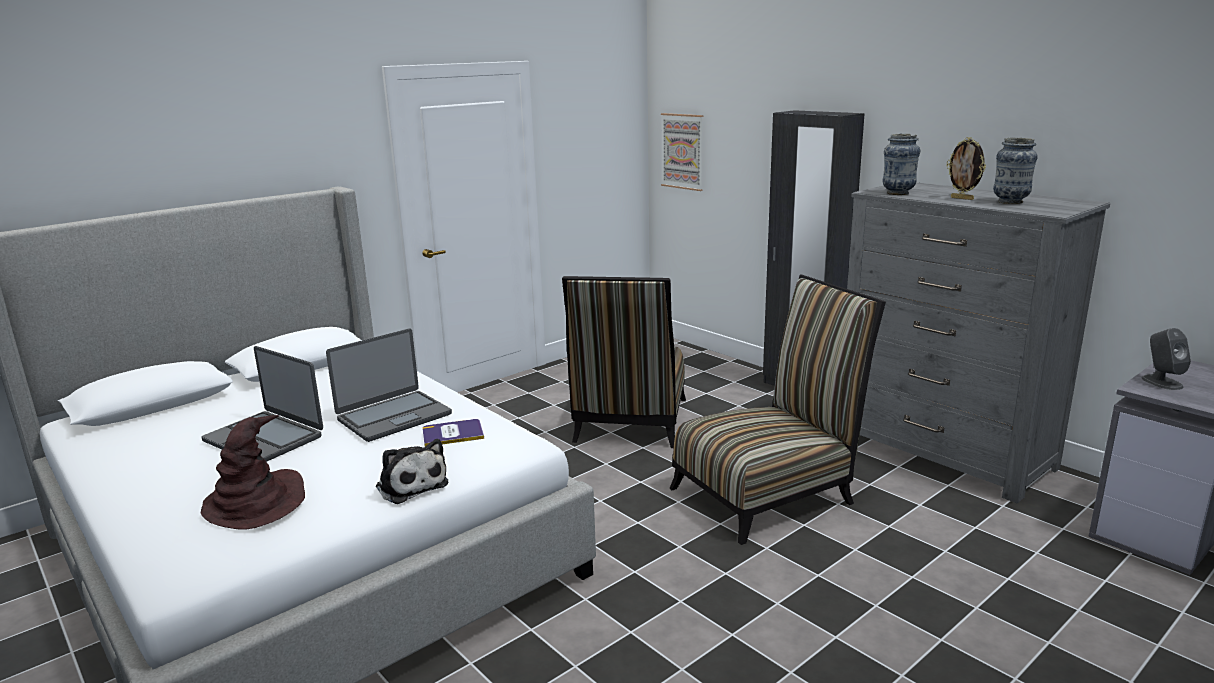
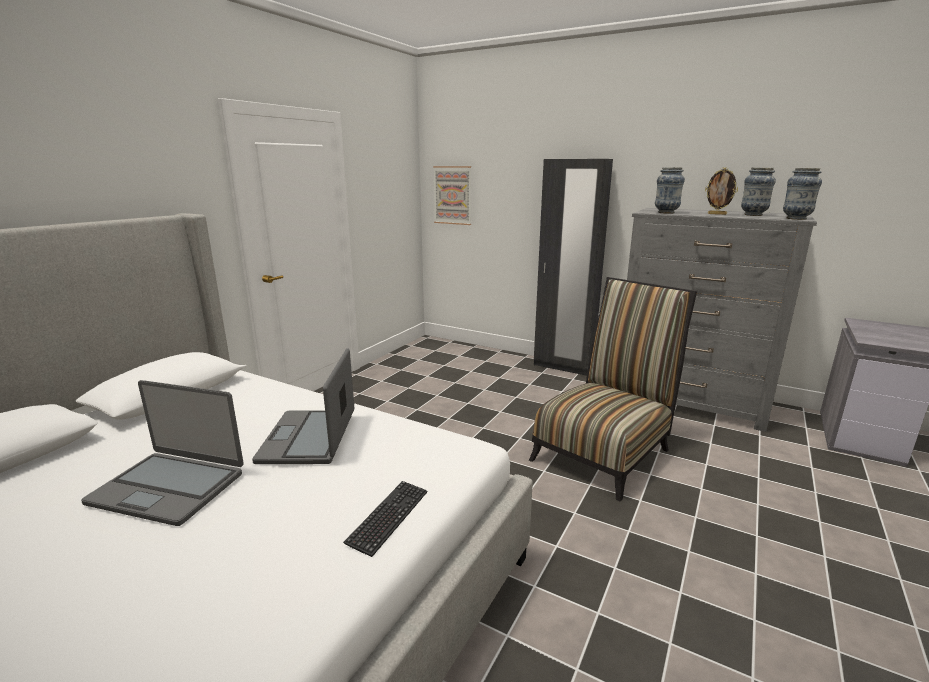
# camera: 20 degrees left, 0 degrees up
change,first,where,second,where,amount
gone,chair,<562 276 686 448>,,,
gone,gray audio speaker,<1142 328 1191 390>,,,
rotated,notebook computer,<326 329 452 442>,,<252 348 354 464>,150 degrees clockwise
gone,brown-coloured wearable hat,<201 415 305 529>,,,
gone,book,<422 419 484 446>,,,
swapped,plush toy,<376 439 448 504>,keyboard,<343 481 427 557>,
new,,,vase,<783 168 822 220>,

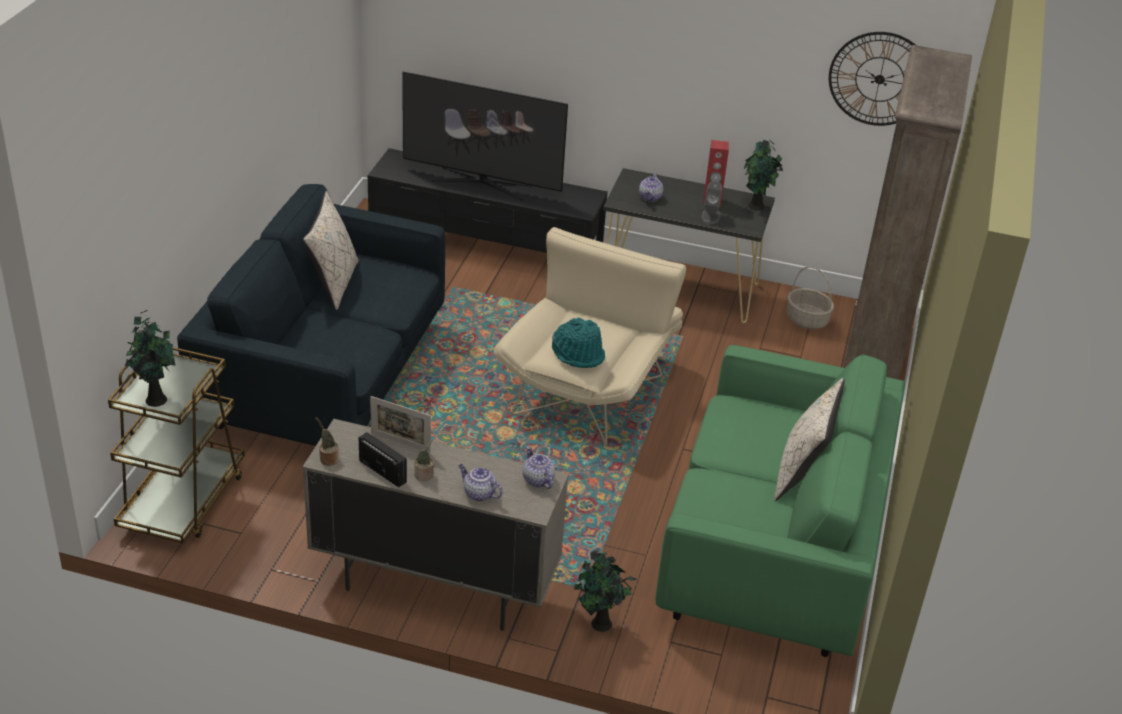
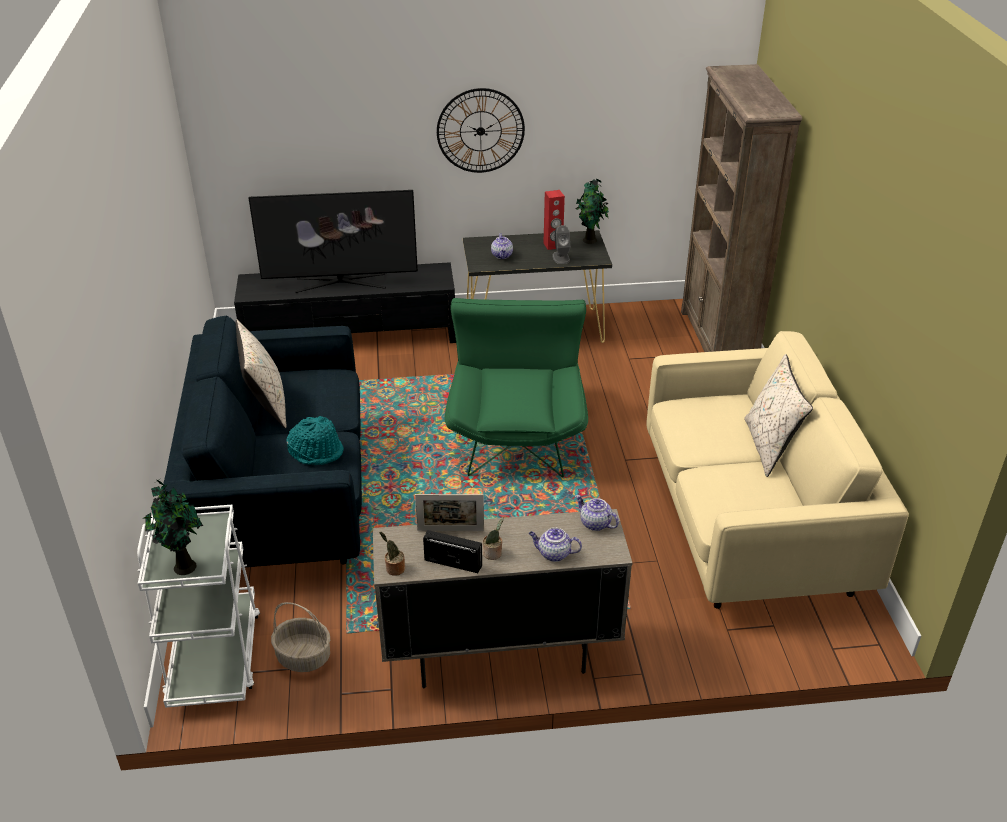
# camera: 20 degrees left, 0 degrees up
change,first,where,second,where,amount
shifted,hanging clock,<829 32 915 126>,,<437 88 525 173>,
repainted,sand-coloured easy chair,<494 227 686 446>,greenish easy chair,<444 298 588 478>,
shifted,storage basket,<787 267 834 330>,,<271 602 330 672>,
shifted,turquoise wearable hat,<552 317 605 368>,,<287 416 344 465>,
repainted,greenish settee,<656 345 905 657>,sand-coloured settee,<647 331 909 609>,
repainted,brown-coloured cart,<108 347 245 543>,white-coloured cart,<137 505 260 708>,
gone,houseplant,<574 550 637 632>,,,

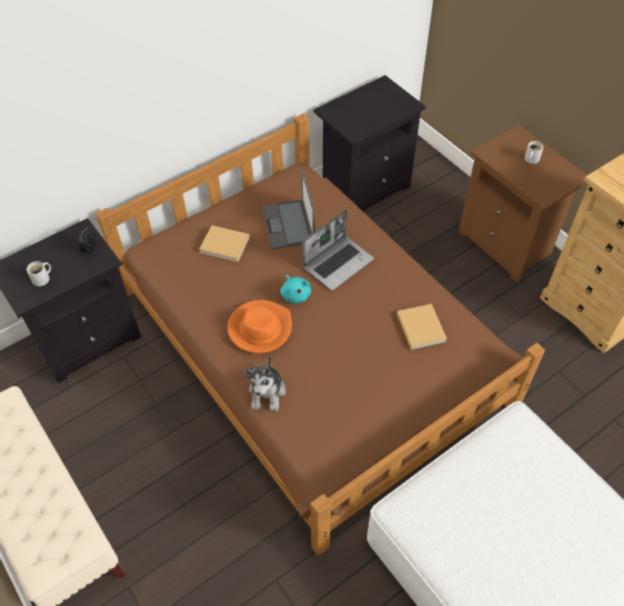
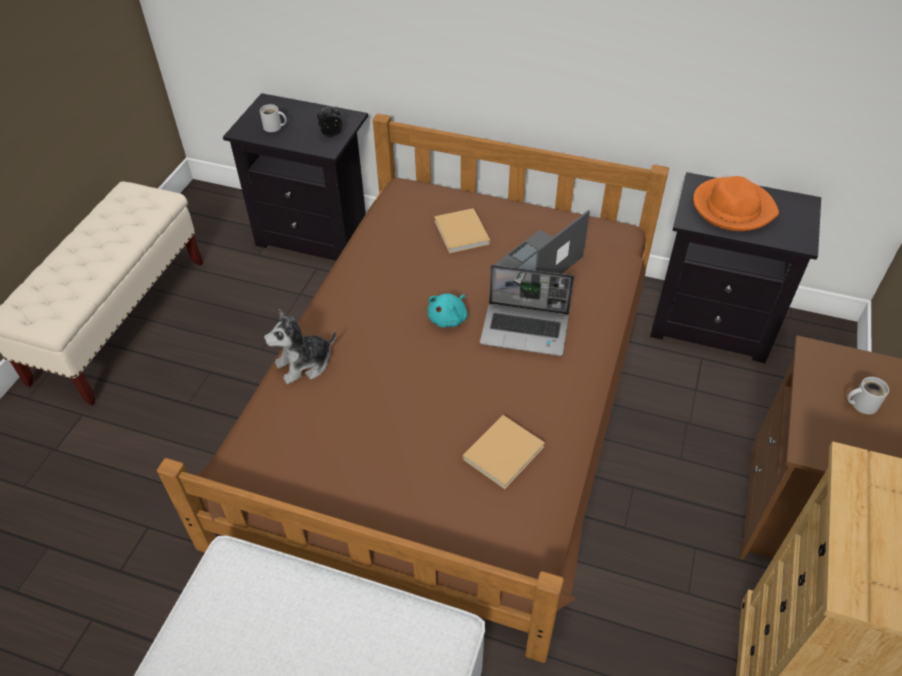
# camera: 55 degrees right, 5 degrees down
change,first,where,second,where,amount
shifted,orangey wearable hat,<227 300 292 353>,,<693 176 779 231>,

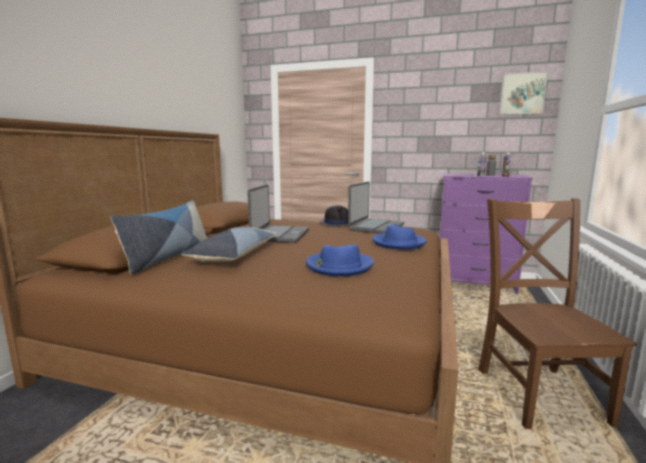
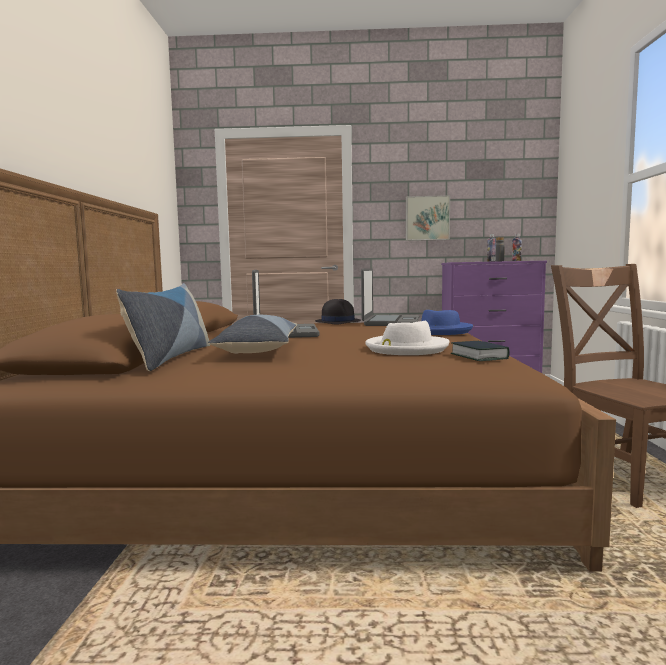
# camera: 15 degrees left, 5 degrees down
change,first,where,second,where,amount
shifted,picture,<499 71 548 115>,,<406 195 450 241>,
repainted,blue wearable hat,<306 244 374 276>,white-coloured wearable hat,<365 321 450 355>,
new,,,book,<451 341 510 361>,

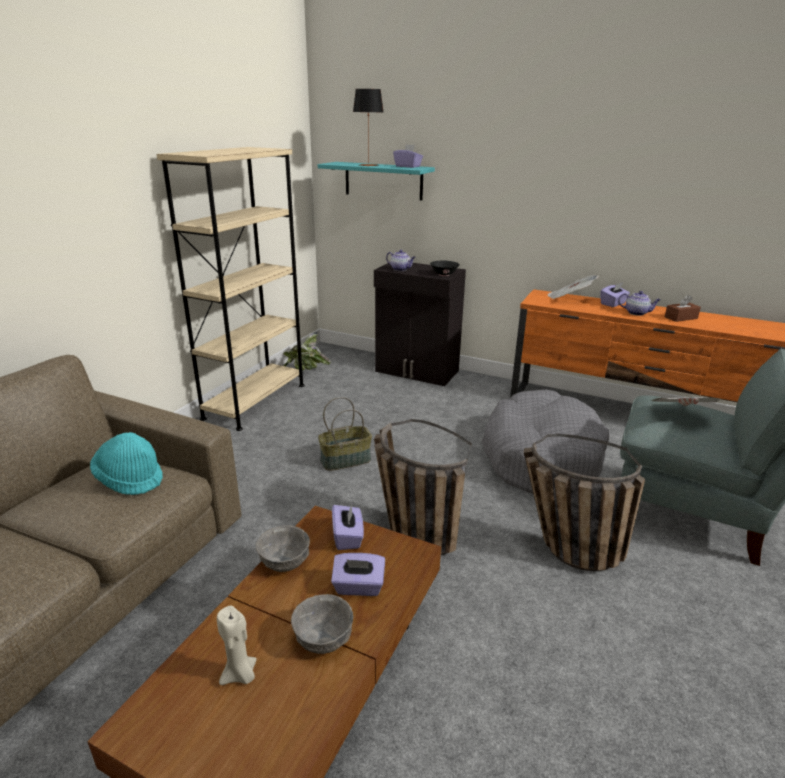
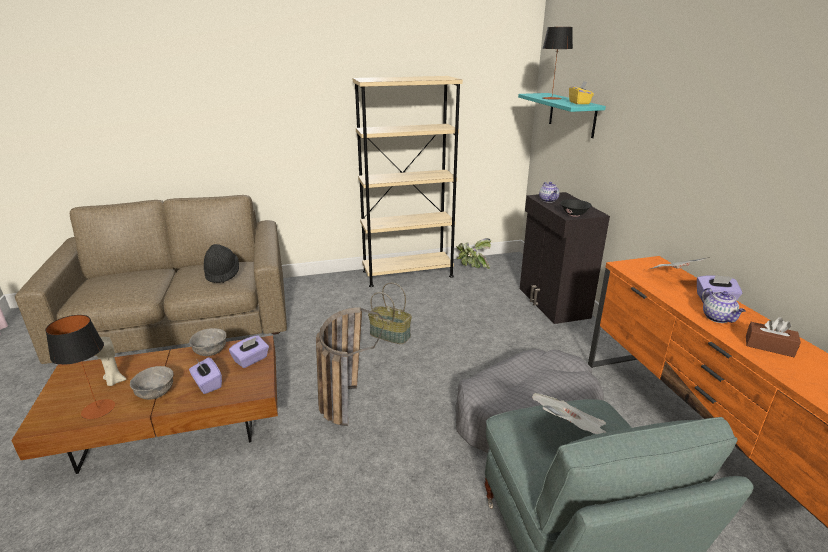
# camera: 50 degrees right, 0 degrees up
change,first,where,second,where,amount
repainted,purplish tissue holder,<393 144 423 168>,yellowish tissue holder,<569 81 594 104>,
repainted,turquoise wearable hat,<90 432 163 495>,blackish wearable hat,<204 244 239 283>,
gone,storage basket,<524 434 645 571>,,,
new,,,table lamp,<45 315 115 419>,

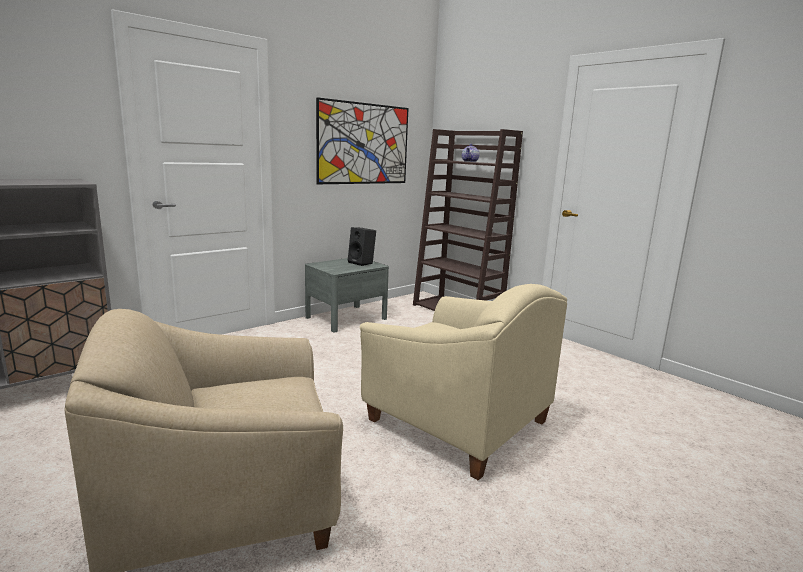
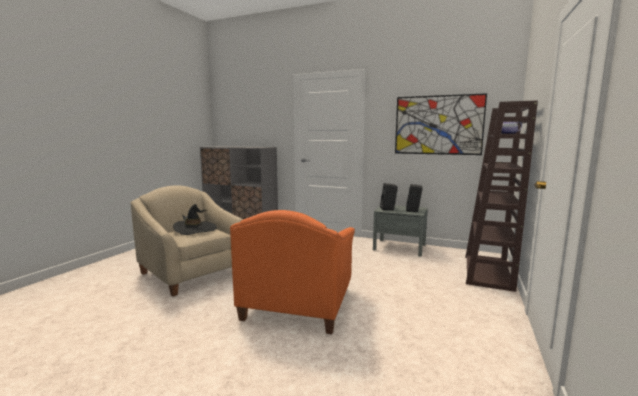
# camera: 65 degrees right, 5 degrees down
change,first,where,second,where,amount
repainted,sand-coloured easy chair,<360 284 567 481>,orangey easy chair,<230 210 355 334>,
new,,,blackish audio speaker,<380 183 398 210>,
new,,,blackish wearable hat,<173 204 217 235>,

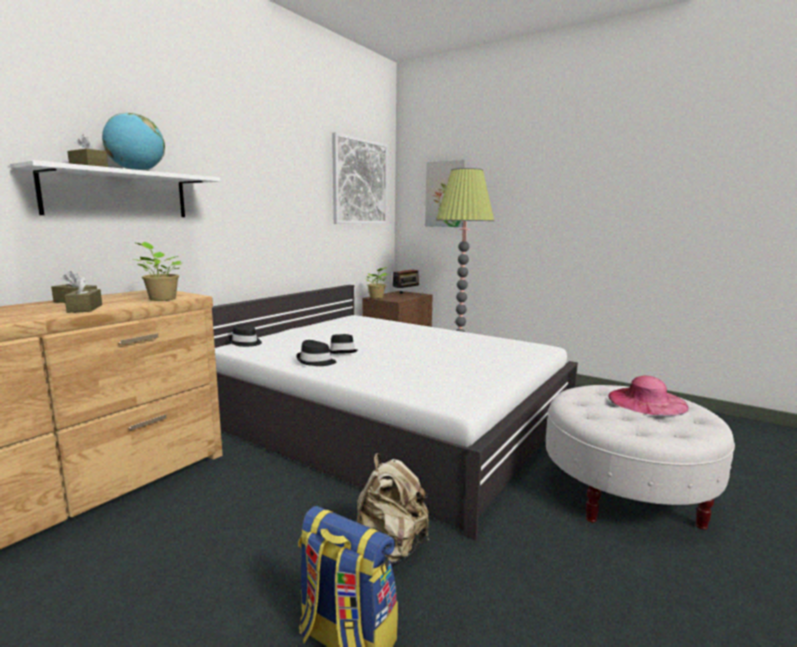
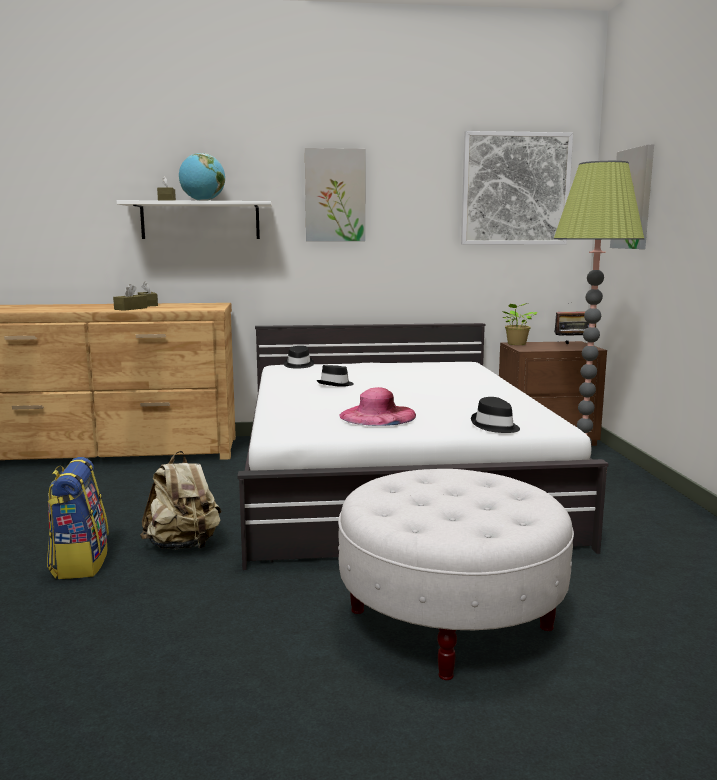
# camera: 50 degrees right, 0 degrees up
change,first,where,second,where,amount
gone,houseplant,<134 242 182 301>,,,
shifted,blackish wearable hat,<296 340 336 366>,,<471 397 520 433>,
shifted,pink wearable hat,<608 376 689 416>,,<339 387 416 426>,
new,,,picture,<305 148 365 241>,

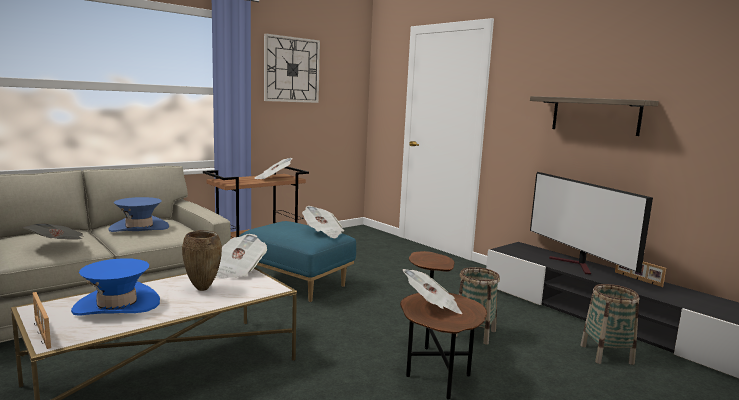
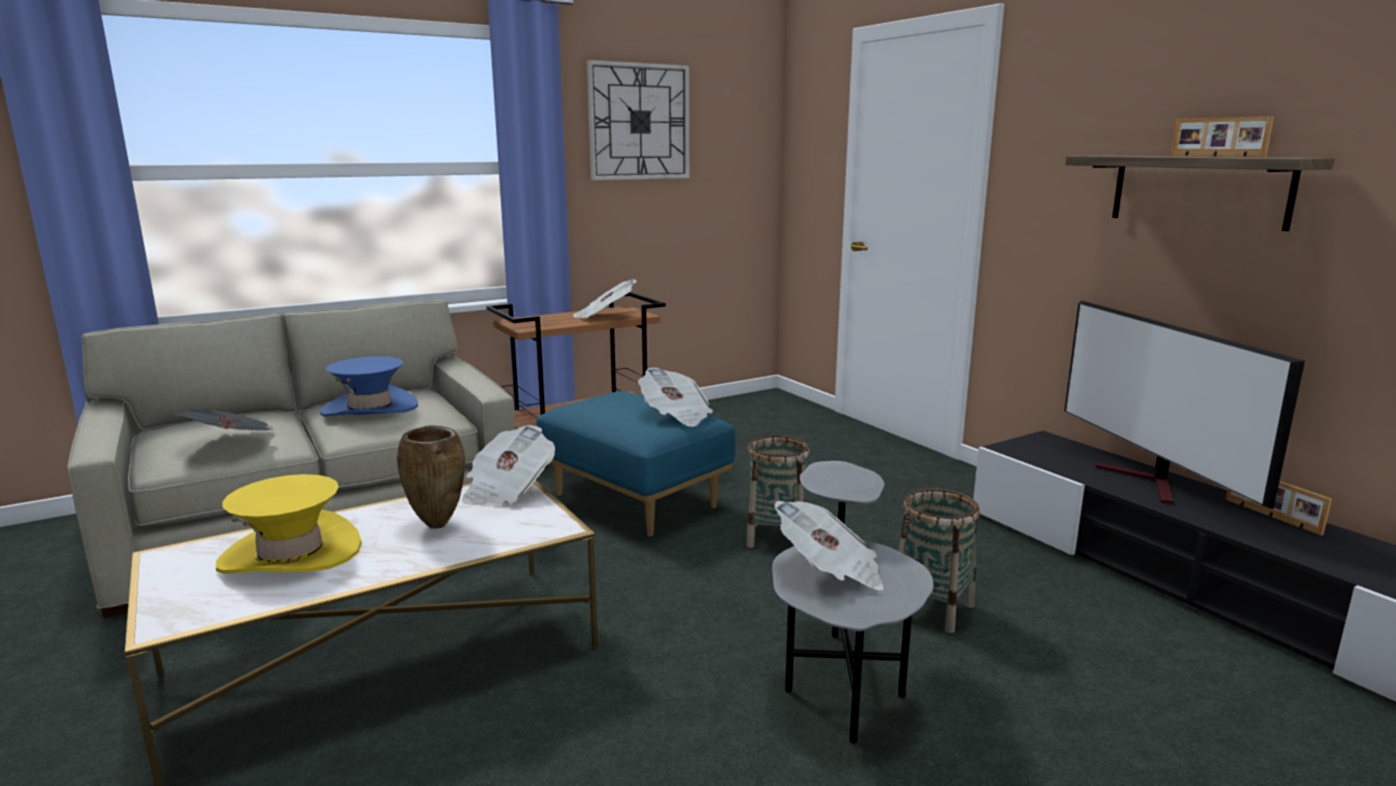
# camera: 10 degrees right, 5 degrees up
change,first,where,second,where,amount
repainted,brown-coloured accent table,<400 251 487 400>,gray accent table,<772 461 933 744>,
repainted,blue wearable hat,<71 258 160 316>,yellowish wearable hat,<216 474 362 574>,
shifted,storage basket,<581 284 639 365>,,<746 435 810 548>,
shifted,picture frame,<33 292 51 349>,,<1171 116 1274 157>,

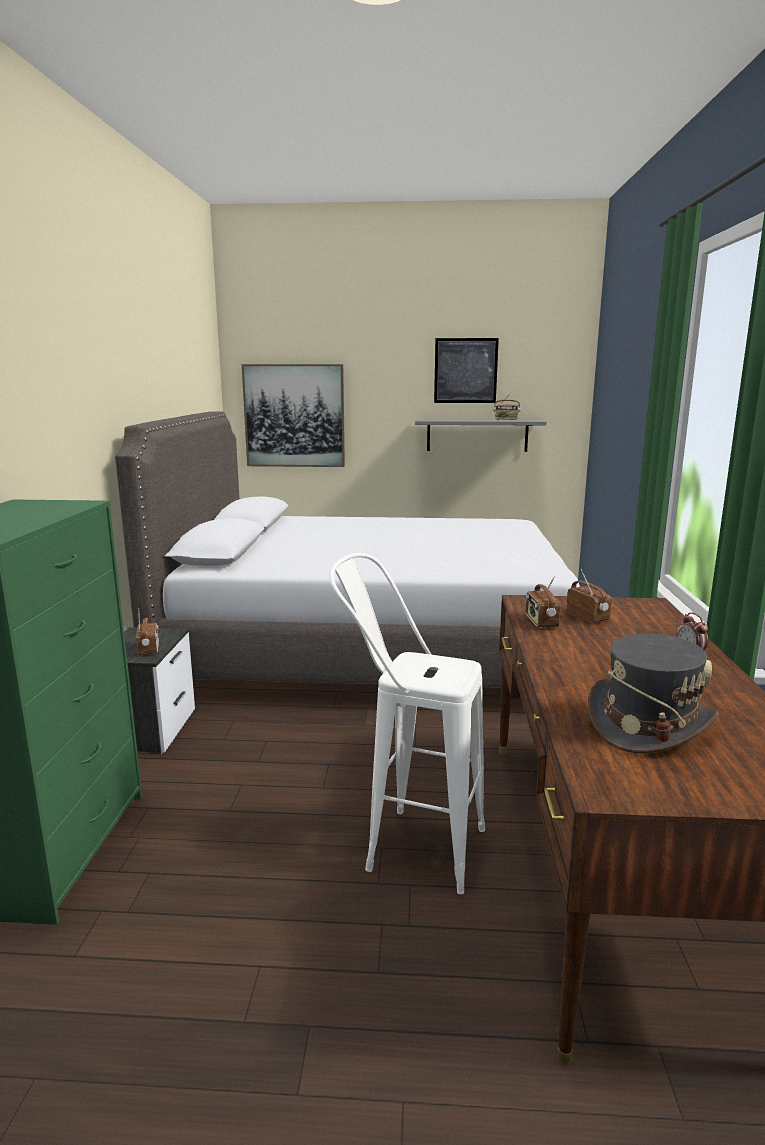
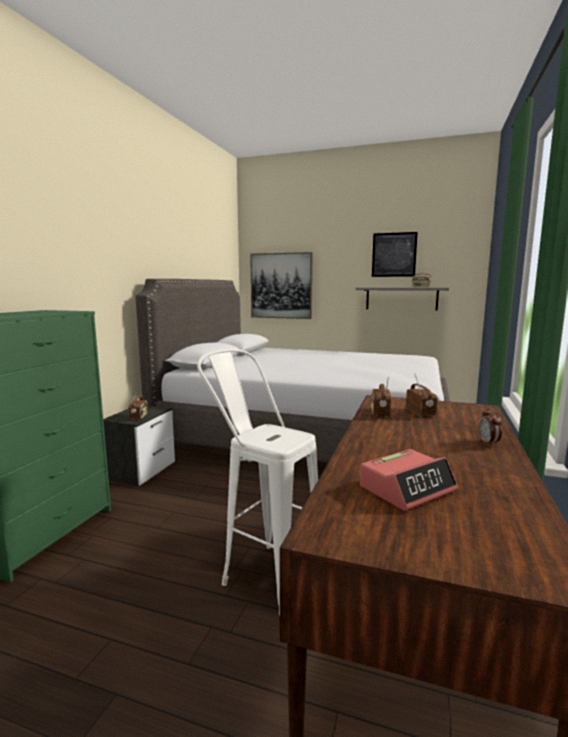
# camera: 15 degrees right, 5 degrees down
change,first,where,second,where,amount
swapped,gray wearable hat,<588 634 718 753>,table clock,<360 449 458 511>,

